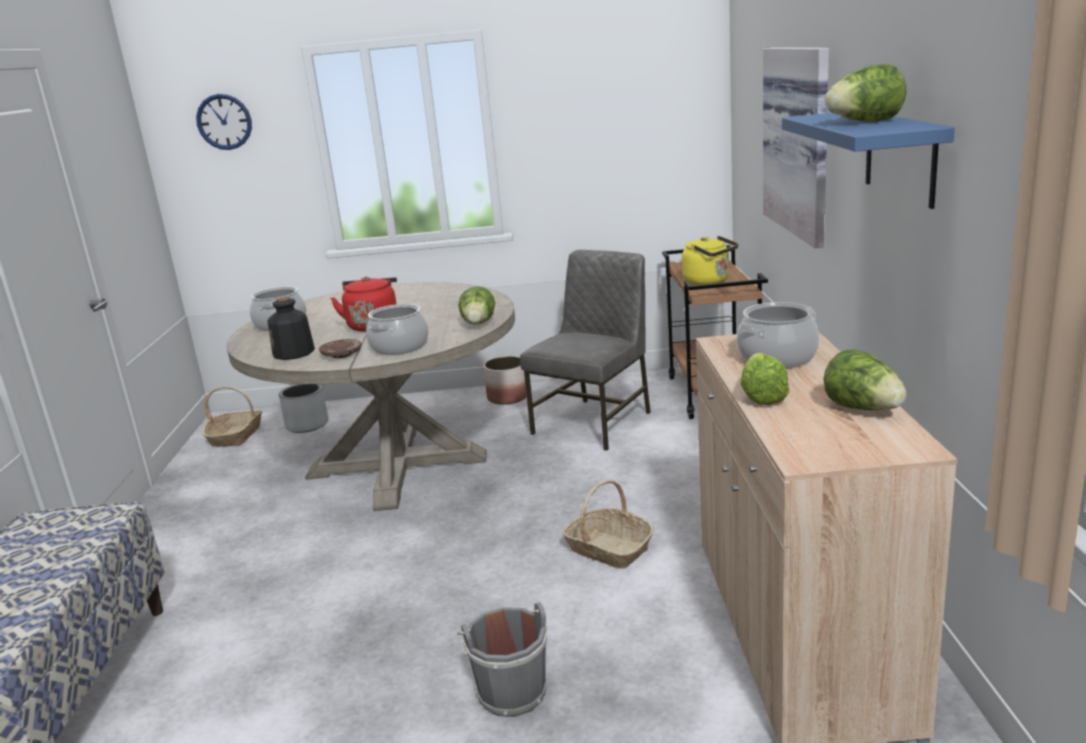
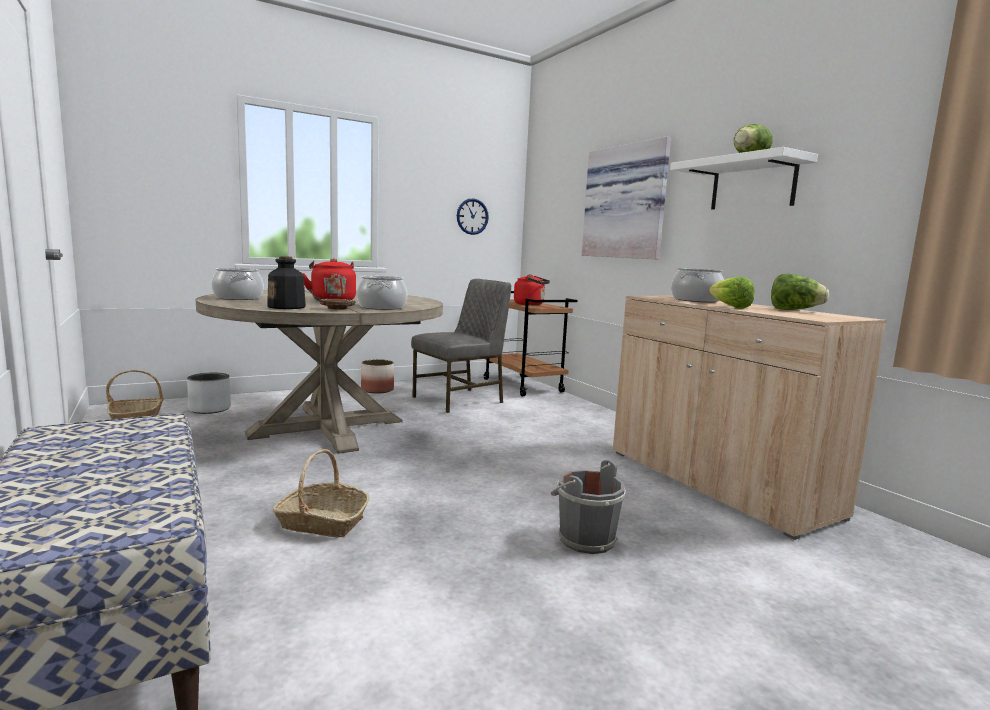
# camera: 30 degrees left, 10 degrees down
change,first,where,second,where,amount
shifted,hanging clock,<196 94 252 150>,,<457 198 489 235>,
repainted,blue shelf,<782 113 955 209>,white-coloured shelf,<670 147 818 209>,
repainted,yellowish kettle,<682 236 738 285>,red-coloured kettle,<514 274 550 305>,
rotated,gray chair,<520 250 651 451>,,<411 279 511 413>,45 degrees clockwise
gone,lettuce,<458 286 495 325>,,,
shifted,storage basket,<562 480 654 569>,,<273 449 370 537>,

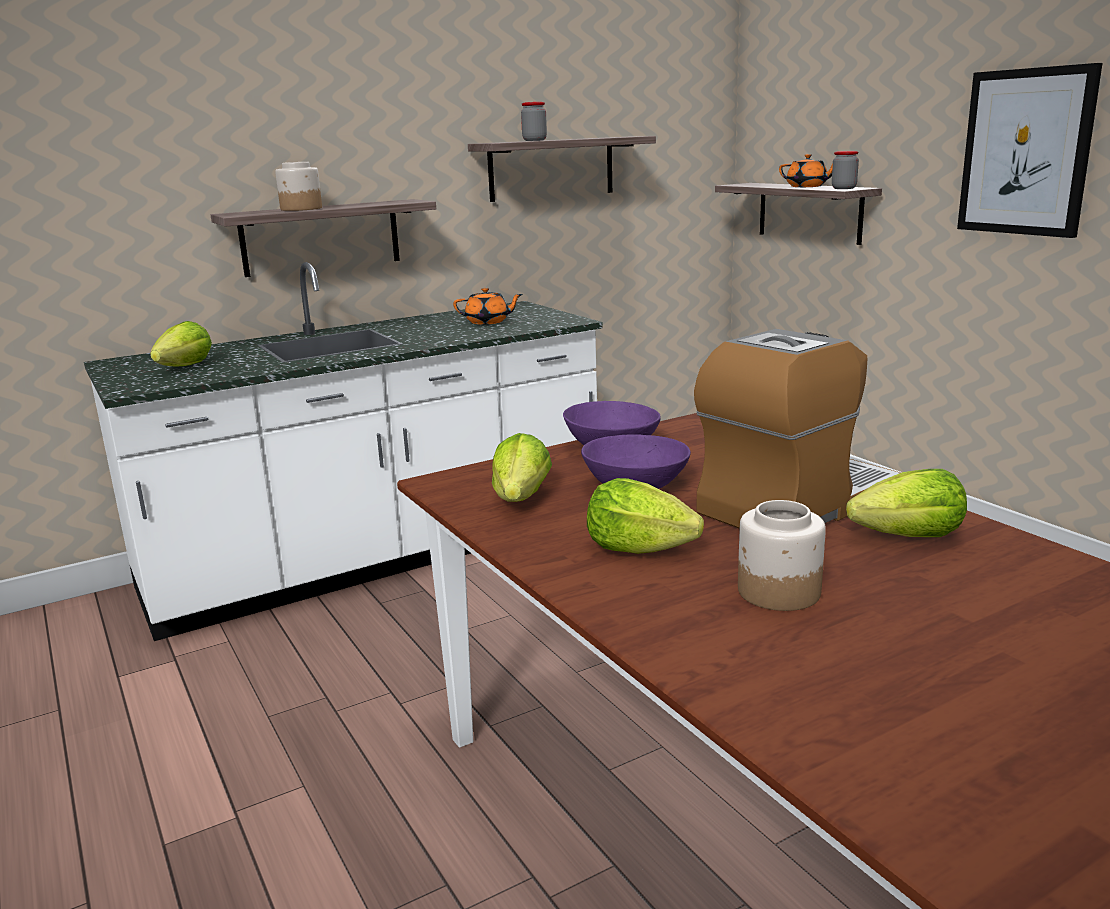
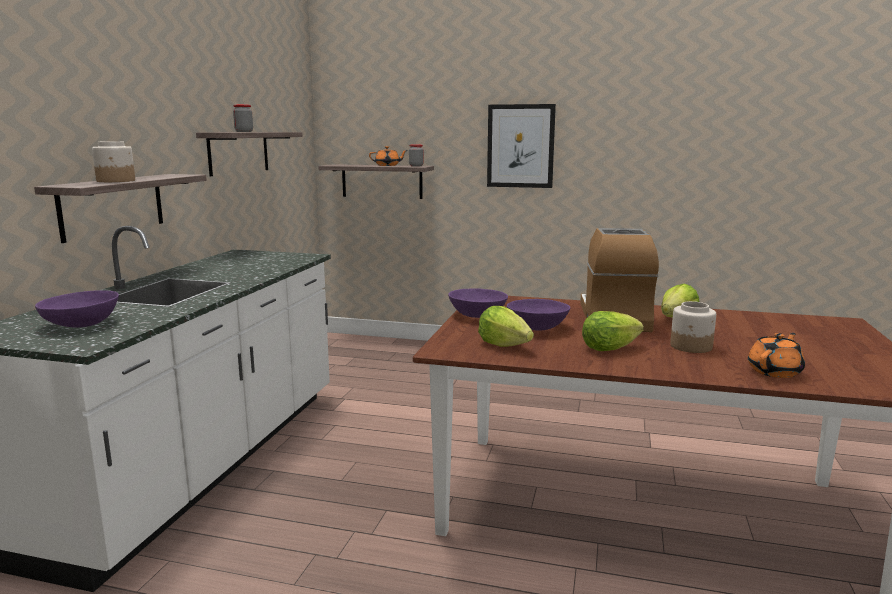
# camera: 45 degrees left, 5 degrees down
change,first,where,second,where,amount
shifted,orangey pot for tea,<453 288 523 325>,,<748 333 805 378>,
swapped,lettuce,<150 321 212 366>,purplish serving bowl,<35 291 119 328>,

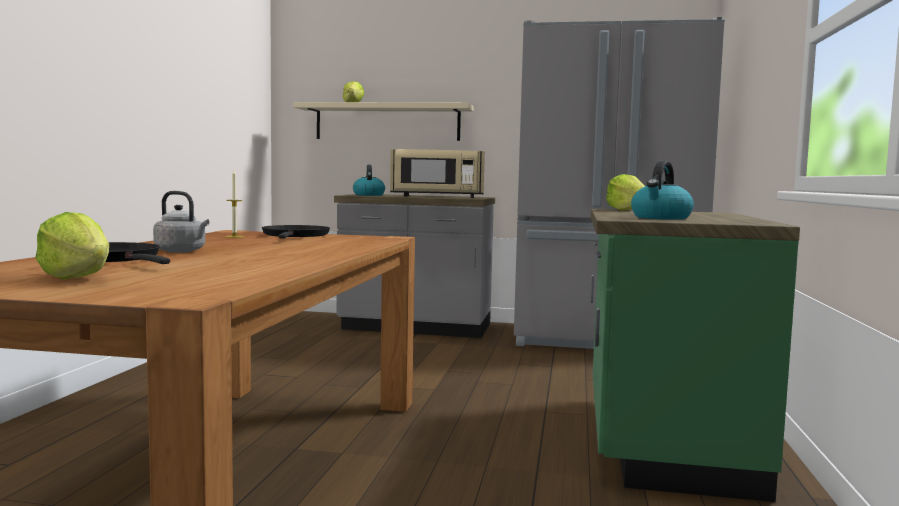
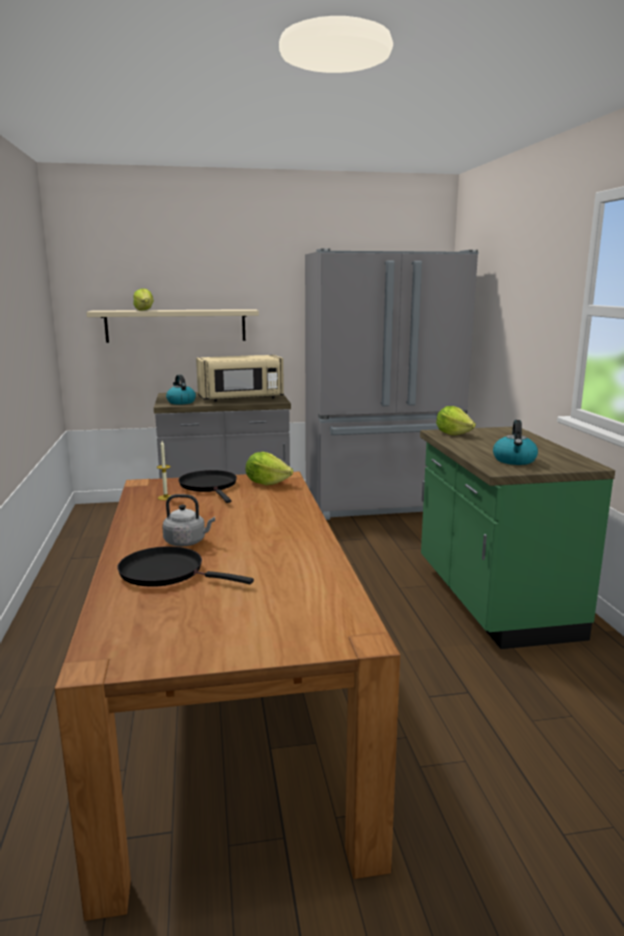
# camera: 20 degrees left, 10 degrees up
change,first,where,second,where,amount
shifted,lettuce,<35 212 109 280>,,<245 452 293 485>,

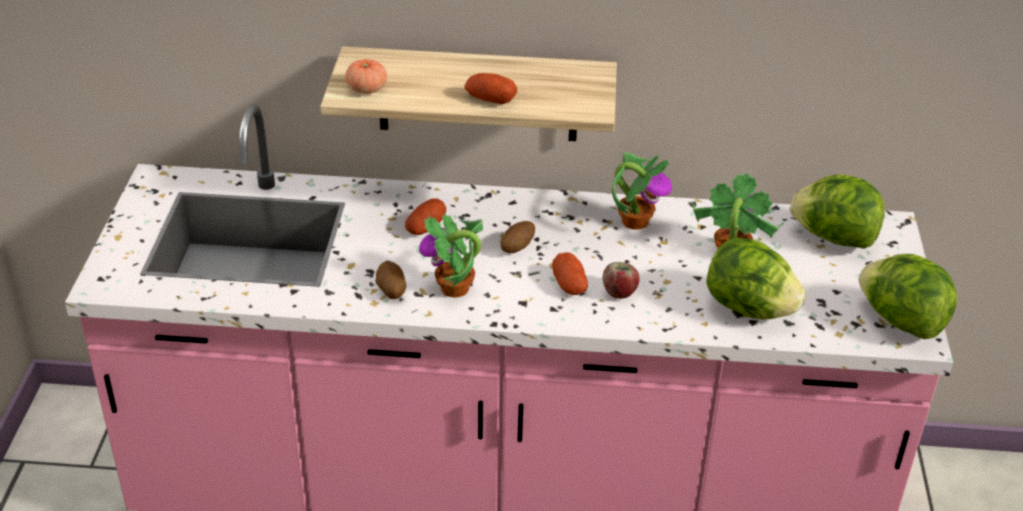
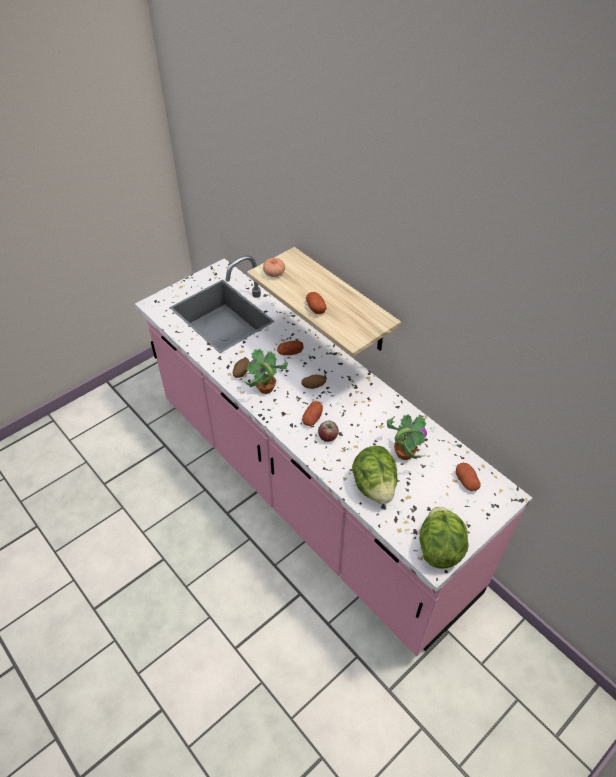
# camera: 45 degrees right, 10 degrees up
change,first,where,second,where,amount
gone,houseplant,<612 152 672 230>,,,
swapped,lettuce,<790 175 884 249>,whole potato,<456 463 481 491>,

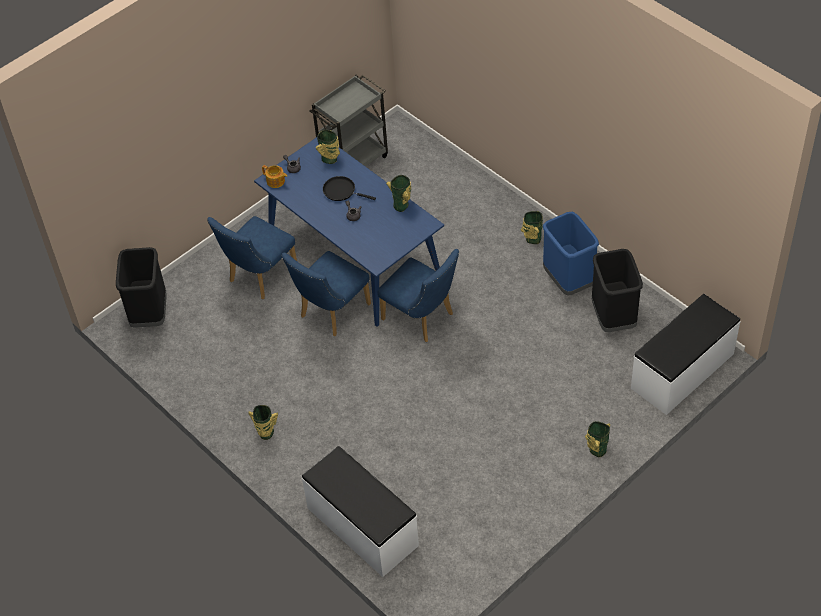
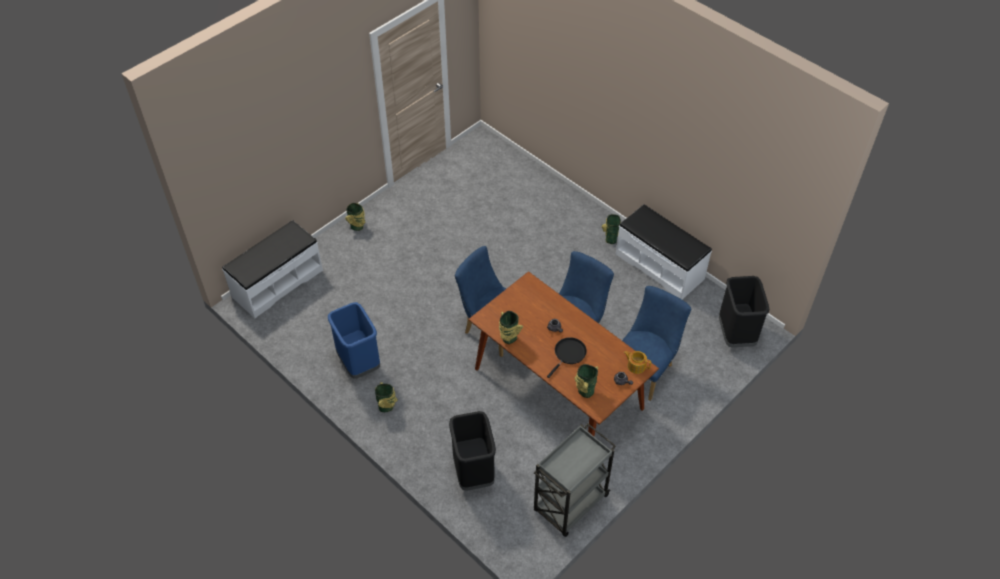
# camera: 175 degrees right, 0 degrees up
change,first,where,second,where,amount
repainted,blue dinner table,<254 137 444 327>,brown-coloured dinner table,<469 271 659 436>,
rotated,blackish frying pan,<323 176 376 201>,,<547 337 587 378>,75 degrees counterclockwise
shifted,blackish trash can,<592 249 643 332>,,<449 411 496 491>,
shifted,white-coloured bench,<302 446 419 577>,,<616 204 712 299>,

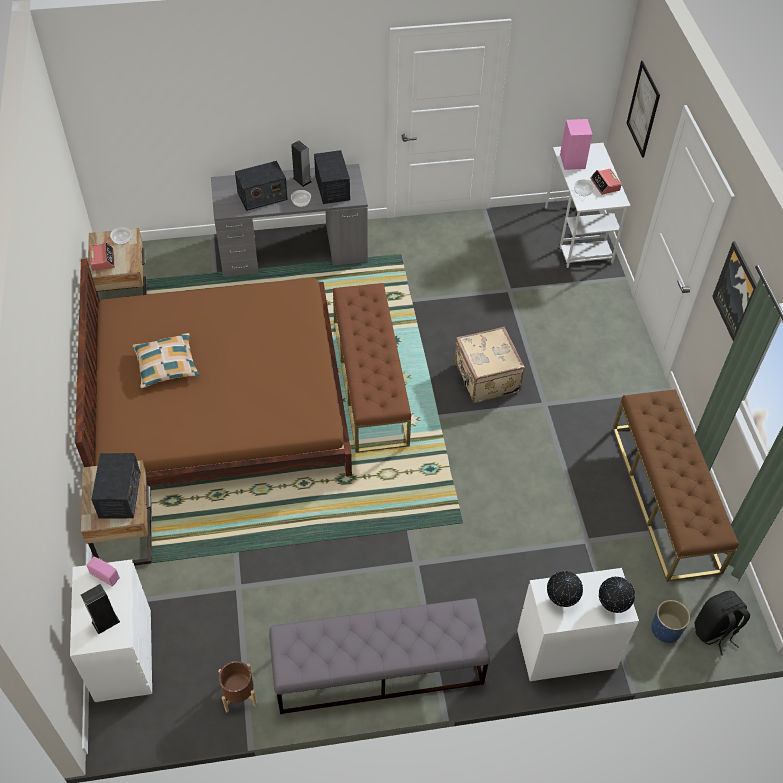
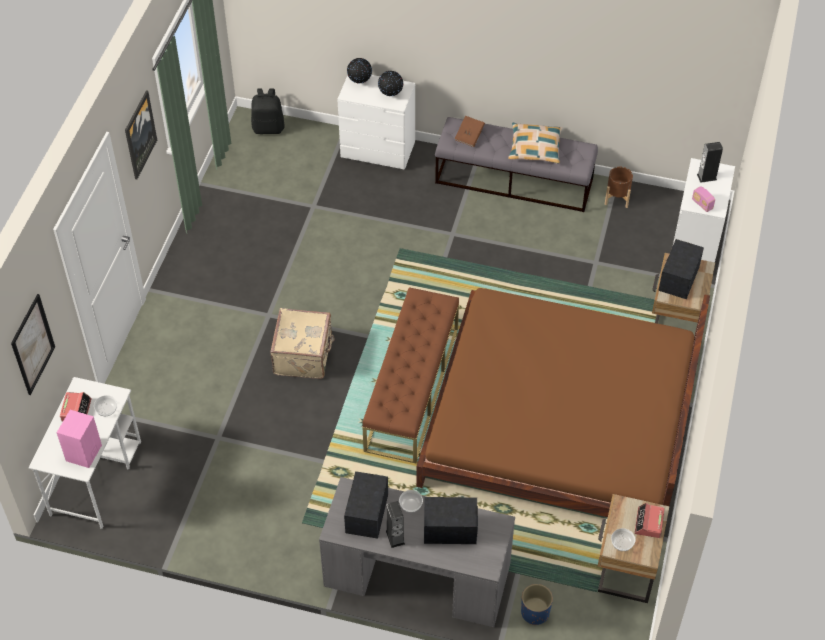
# camera: 155 degrees left, 0 degrees up
change,first,where,second,where,amount
shifted,cushion,<132 333 200 388>,,<508 123 563 164>,
gone,brown-coloured bench,<612 389 739 582>,,,
shifted,blue plant pot,<651 600 690 643>,,<521 584 553 625>,
new,,,brown-coloured book,<455 116 485 147>,

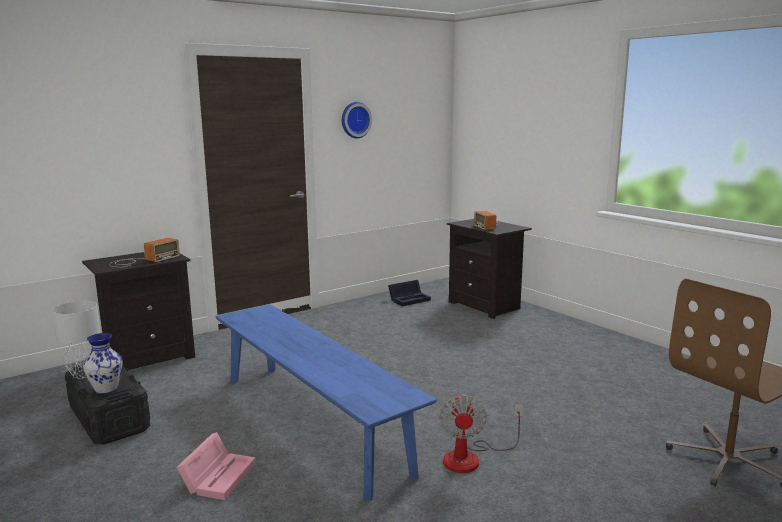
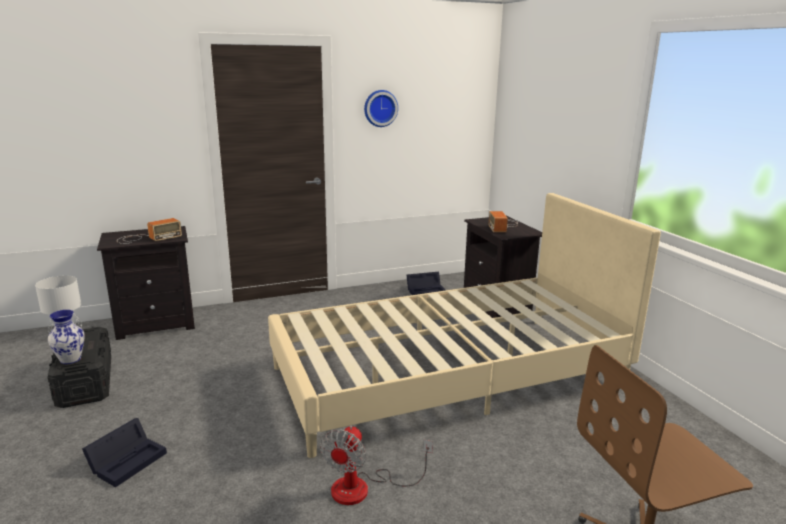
# camera: 15 degrees right, 5 degrees up
change,first,where,second,where,amount
gone,blue bench,<215 304 437 501>,,,
repainted,pink storage container,<177 432 256 500>,blackish storage container,<82 418 167 487>,
new,,,sand-coloured sleeping bed,<268 193 661 458>,

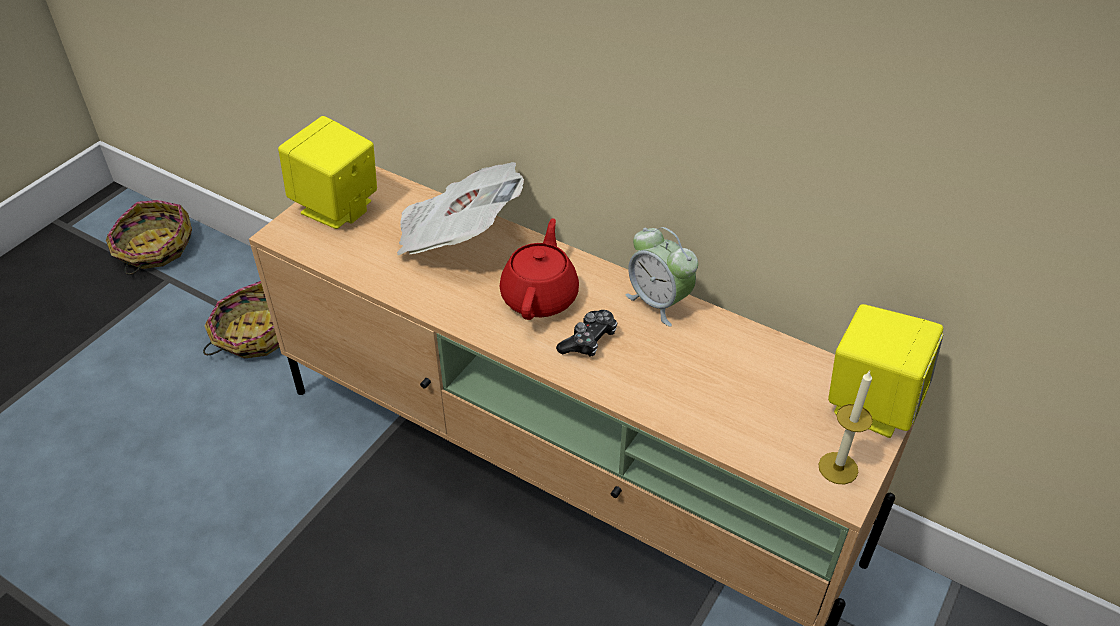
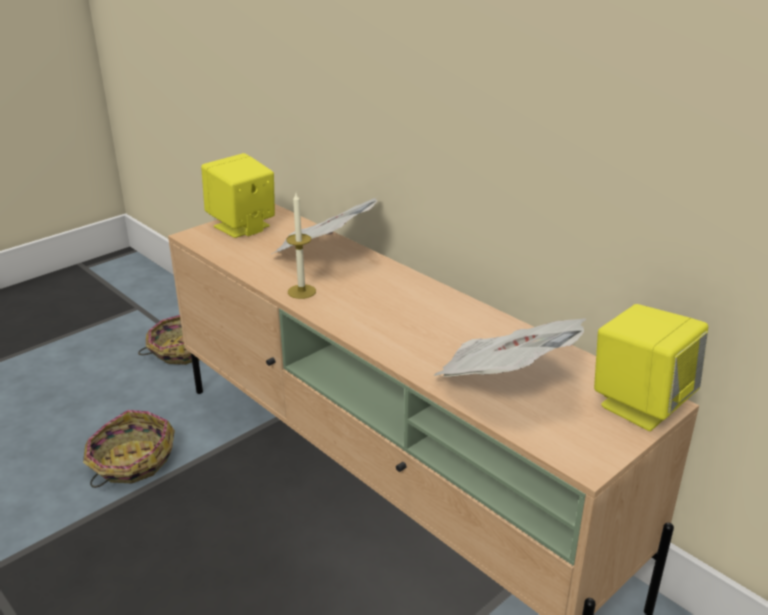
# camera: 15 degrees right, 15 degrees down
change,first,where,second,where,amount
shifted,storage basket,<106 200 192 275>,,<83 410 175 488>,
gone,red-coloured pot for tea,<500 218 579 320>,,,
gone,table clock,<625 227 698 327>,,,
gone,game controller,<556 310 617 357>,,,
shifted,wax candle,<818 371 873 485>,,<286 193 316 299>,
new,,,printed paper,<433 318 586 377>,

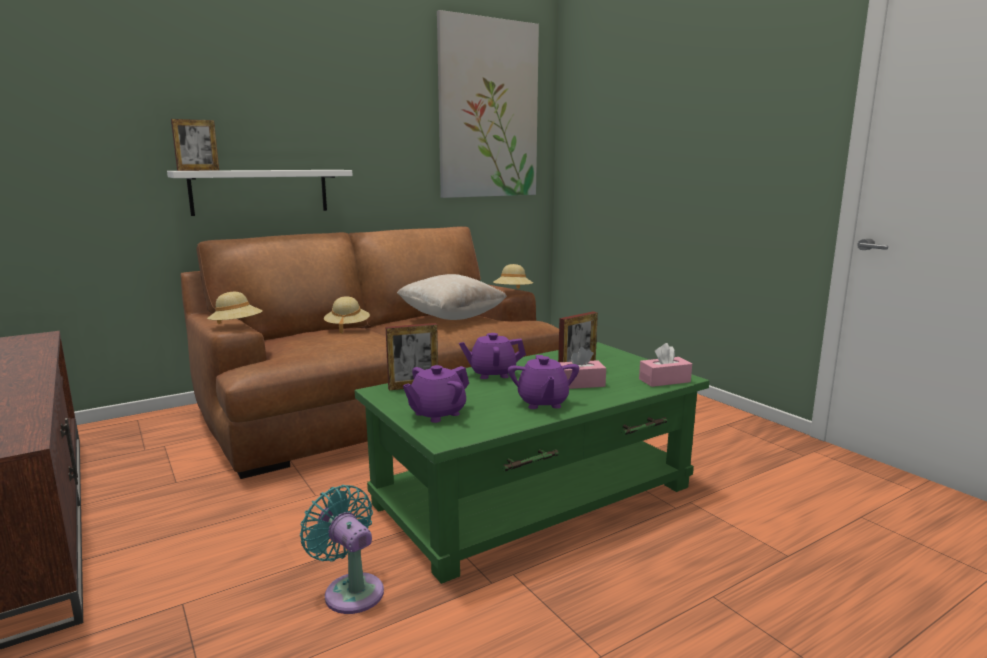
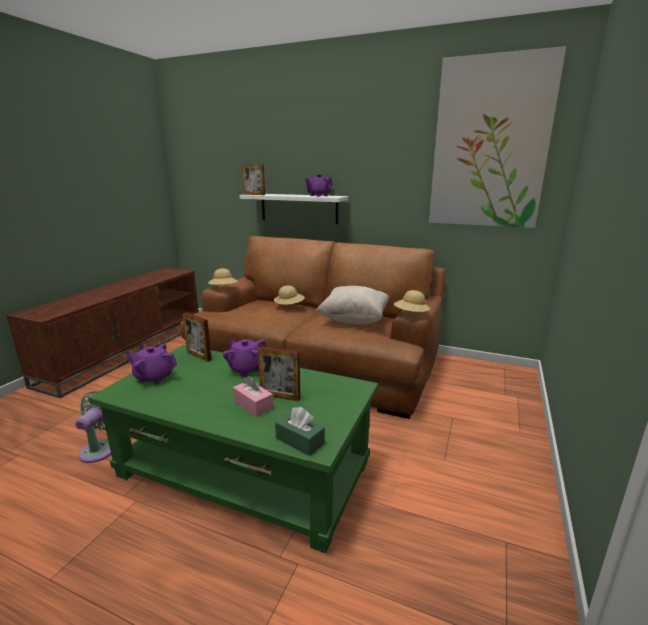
# camera: 55 degrees right, 5 degrees up
change,first,where,second,where,amount
repainted,pink tissue holder,<639 343 692 387>,greenish tissue holder,<275 407 325 456>,
shifted,purplish pot for tea,<508 355 579 409>,,<305 174 333 197>,

